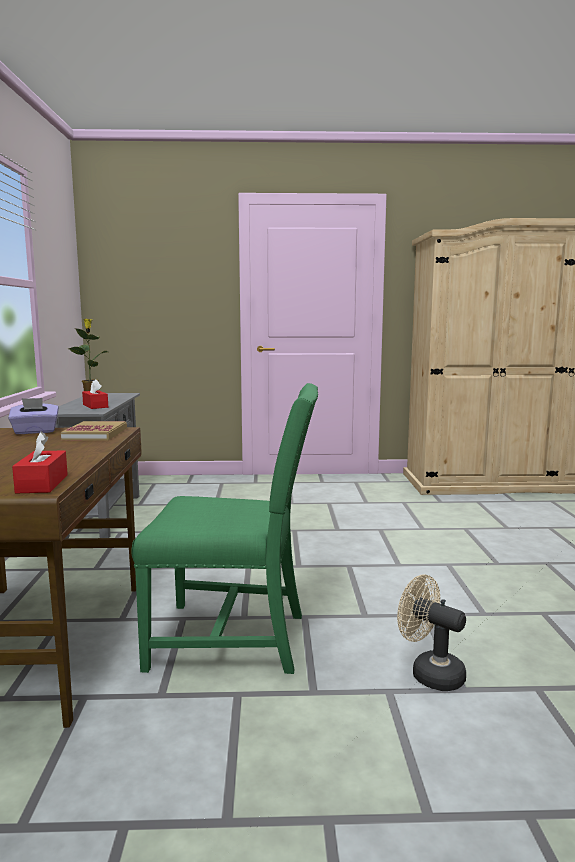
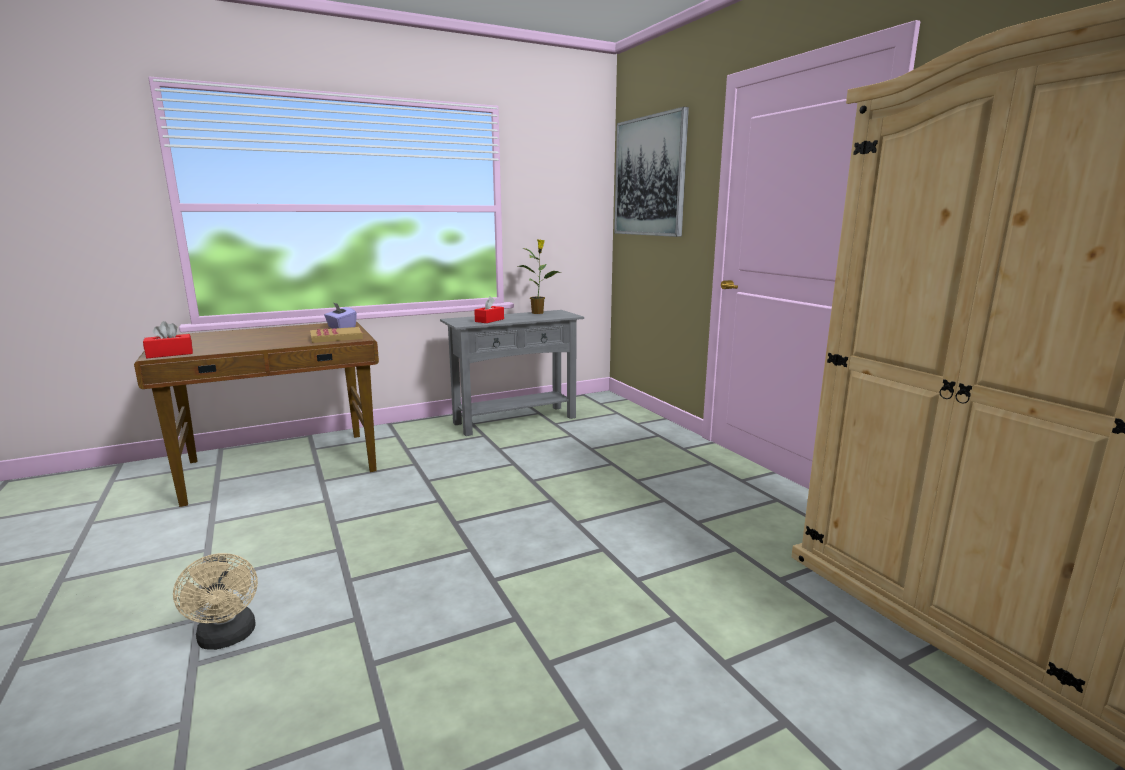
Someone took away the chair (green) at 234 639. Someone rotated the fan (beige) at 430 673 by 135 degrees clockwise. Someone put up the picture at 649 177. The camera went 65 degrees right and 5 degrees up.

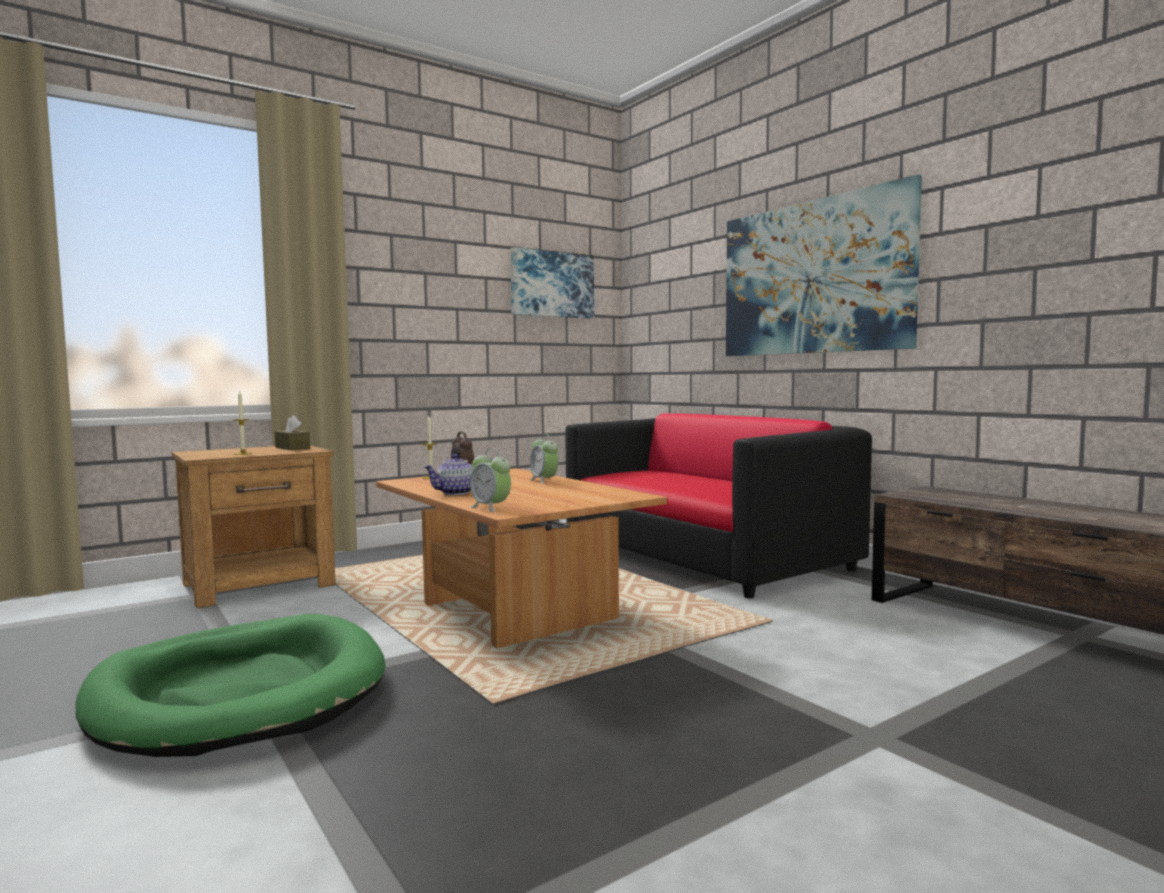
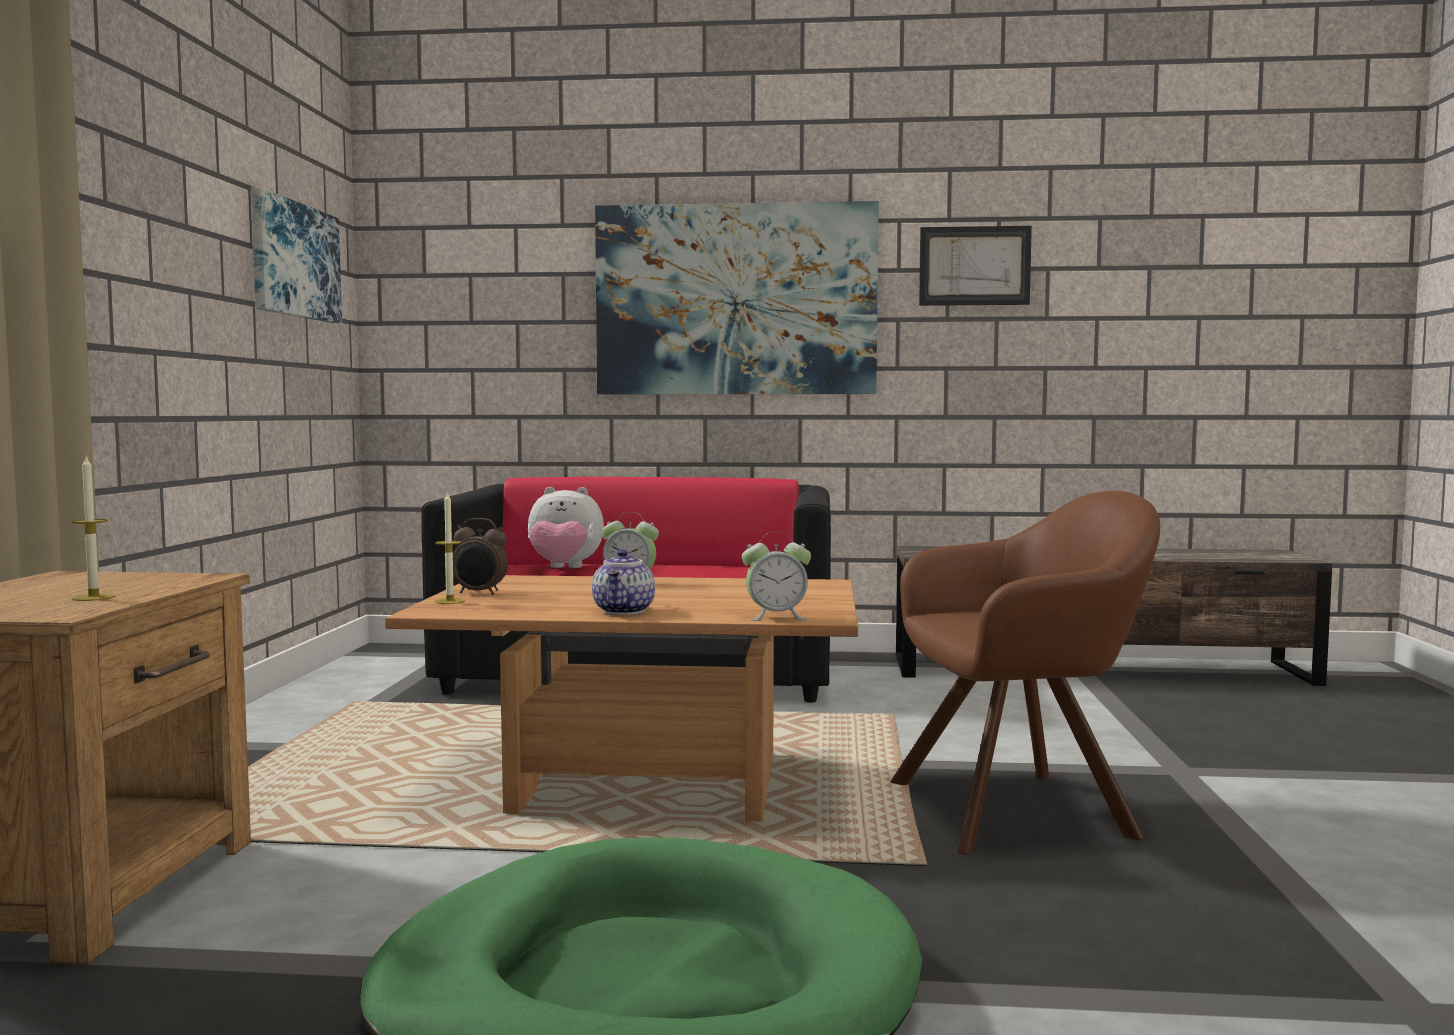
Someone took away the tissue box (brown) at 292 448. Someone put down the plush toy at 564 568. Someone put down the armchair (brown) at 1023 809. Someone put up the picture at 974 266. The camera went 50 degrees left and 0 degrees up.

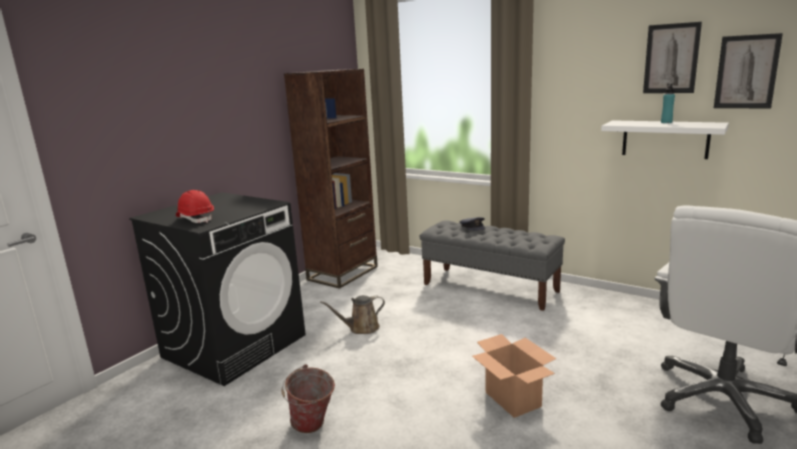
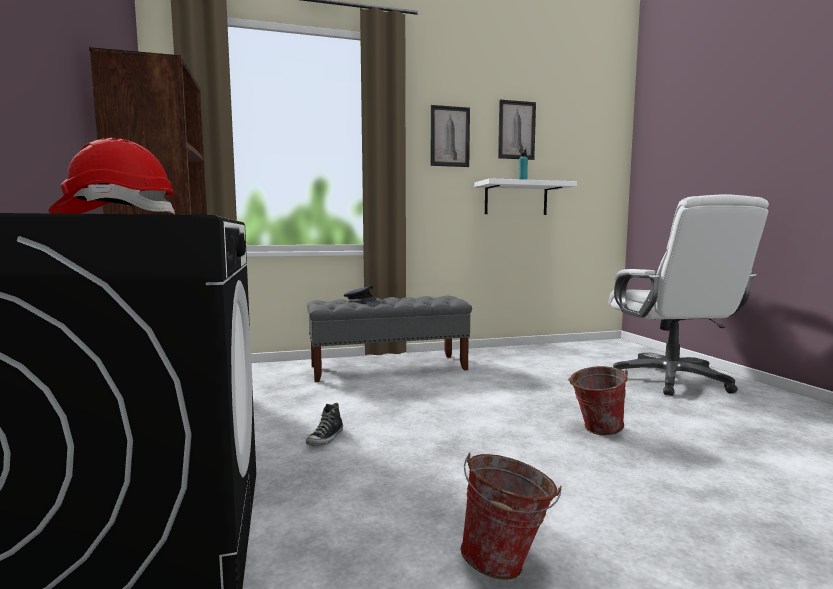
Someone swapped the watering can (brown) at 361 328 for the shoe at 326 439. Someone swapped the cardboard box at 513 399 for the bucket at 595 430. Someone carried the picture from 746 72 to 450 136. The camera went 50 degrees left and 10 degrees down.

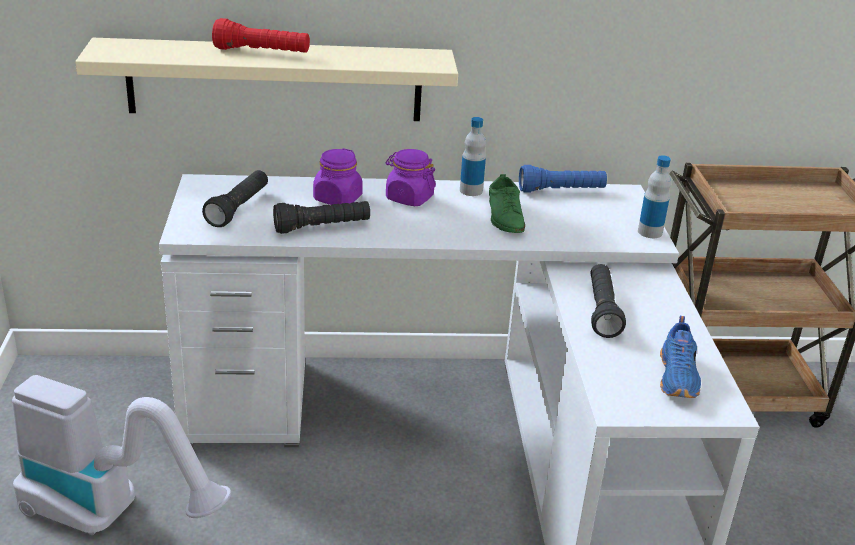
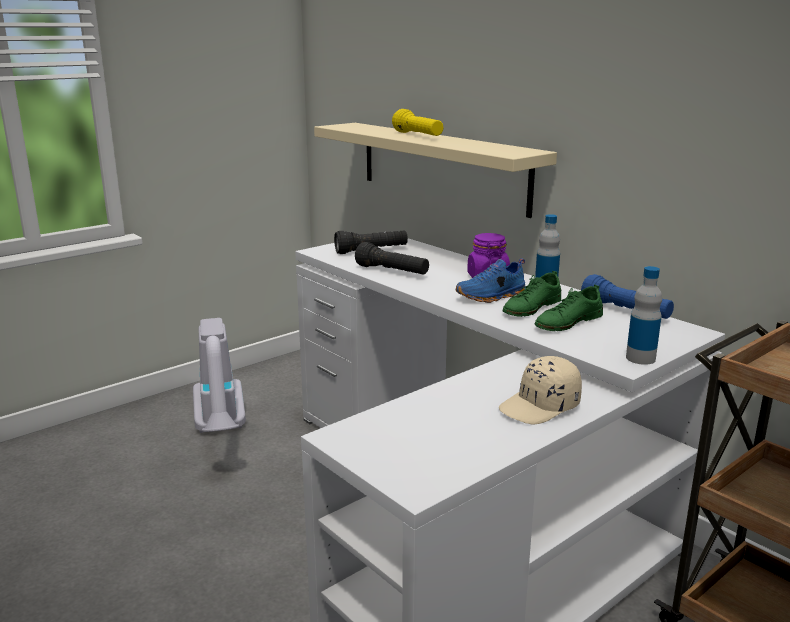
Someone repainted the flashlight (red) at 262 52, which became the flashlight (yellow) at 418 136. Someone took away the jar (purple) at 337 199. Someone took away the flashlight (black) at 602 311. Someone carried the shoe (blue) from 678 377 to 492 296. Someone put down the cap (beige) at 540 407. Someone put down the shoe (green) at 568 322. The camera went 55 degrees right and 10 degrees down.

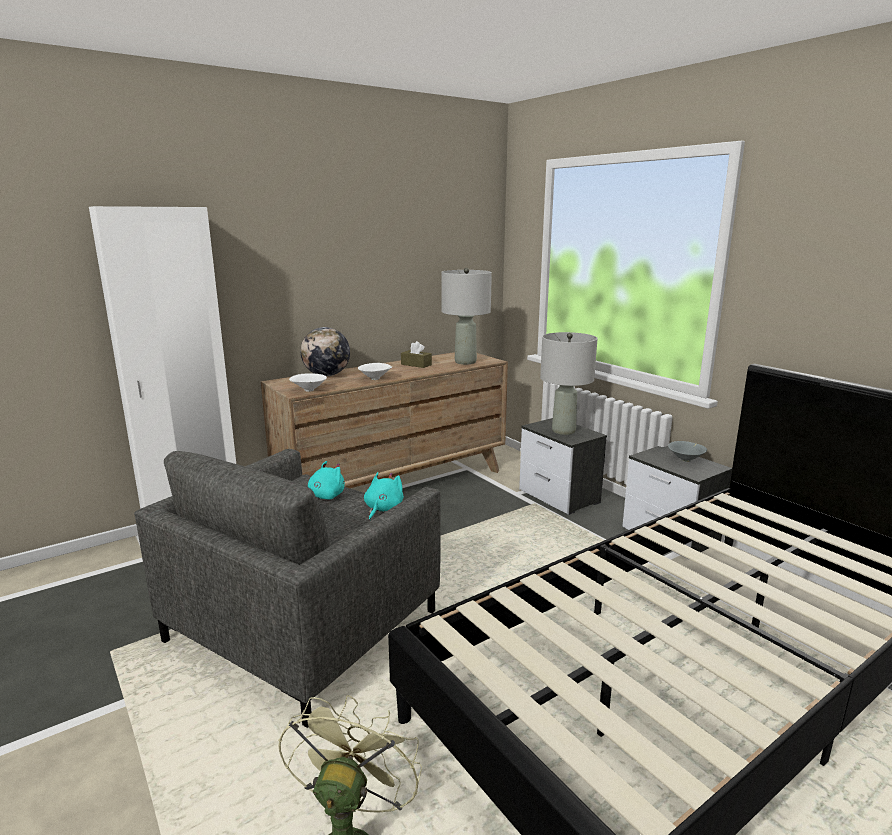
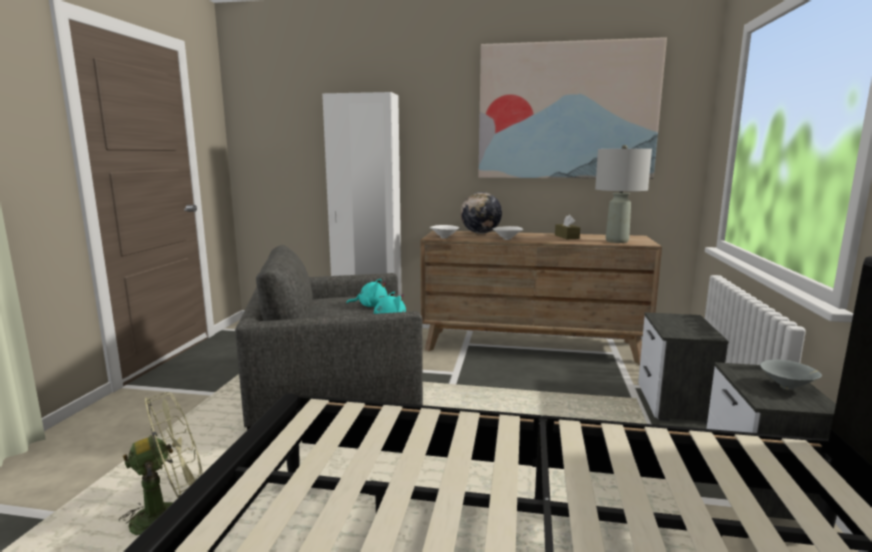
Someone took away the table lamp (grey) at 563 431. Someone put up the picture at 566 112. The camera went 45 degrees right and 5 degrees down.

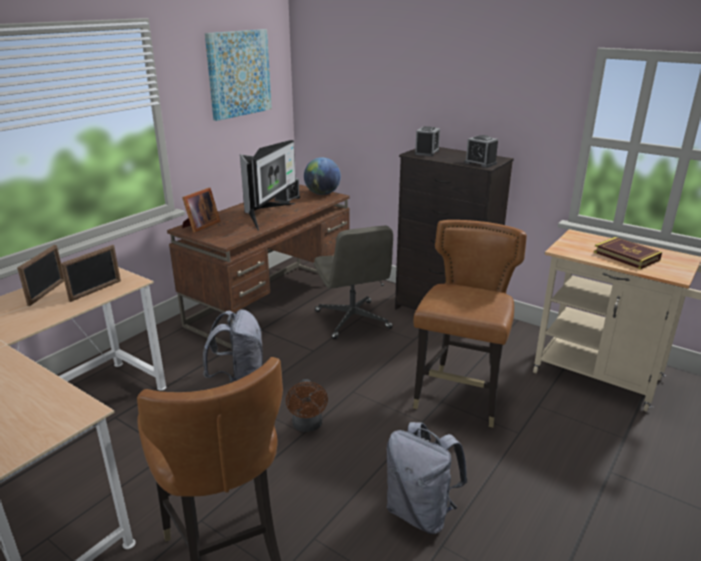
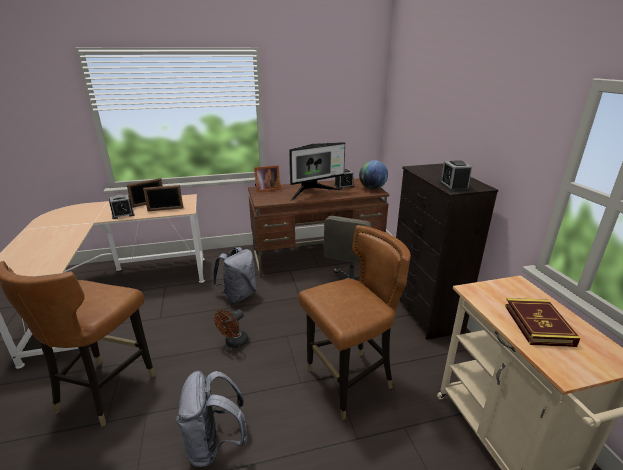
Someone took away the picture at 238 73. Someone carried the alarm clock from 427 152 to 123 215. The camera went 40 degrees right and 0 degrees up.

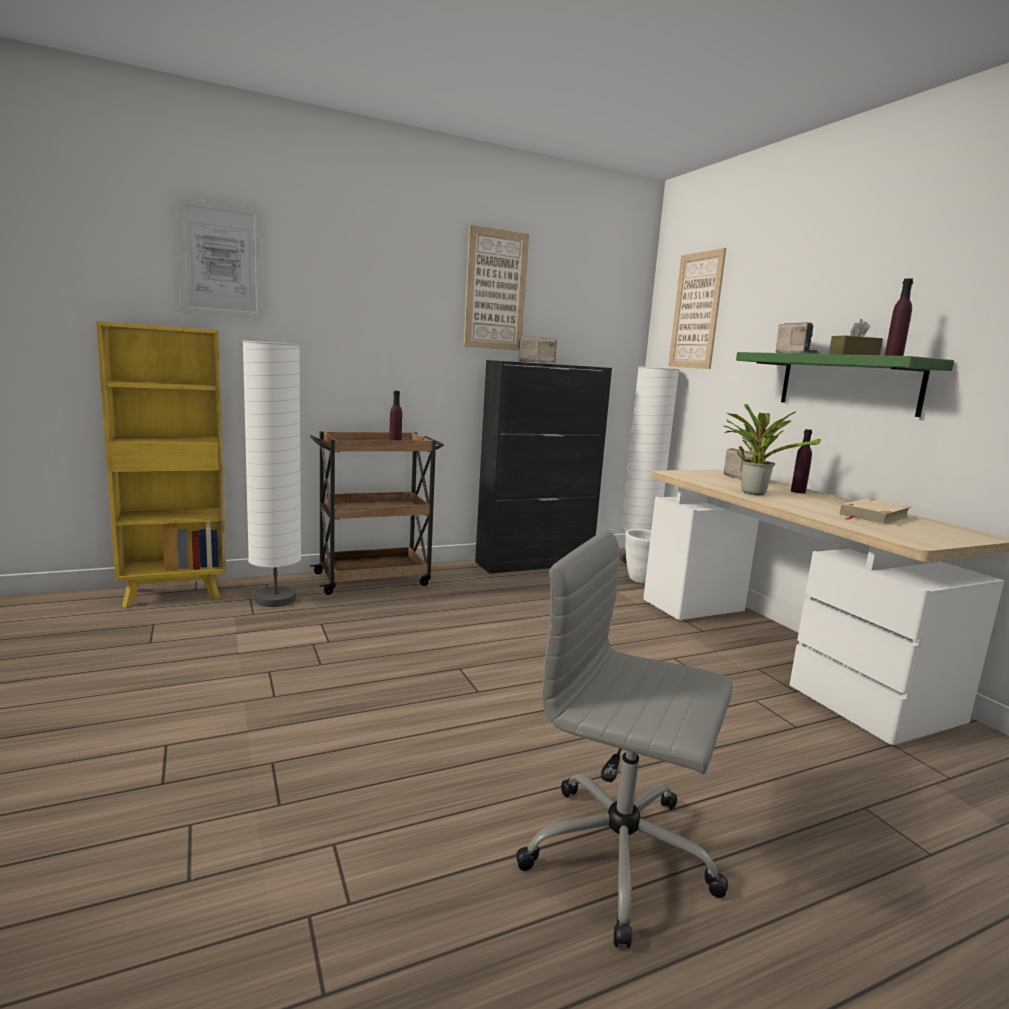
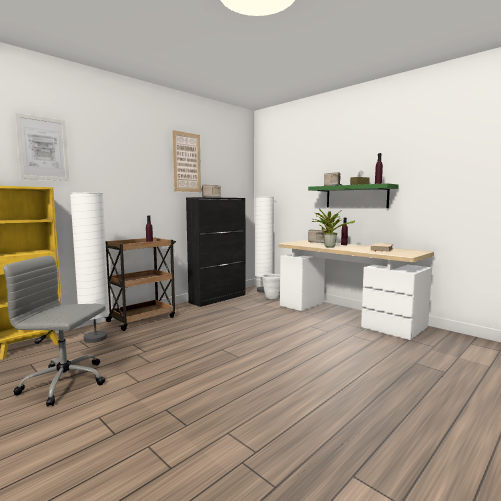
Someone carried the office chair (grey) from 622 857 to 66 382. Someone took away the picture at 696 311. The camera went 20 degrees left and 5 degrees down.

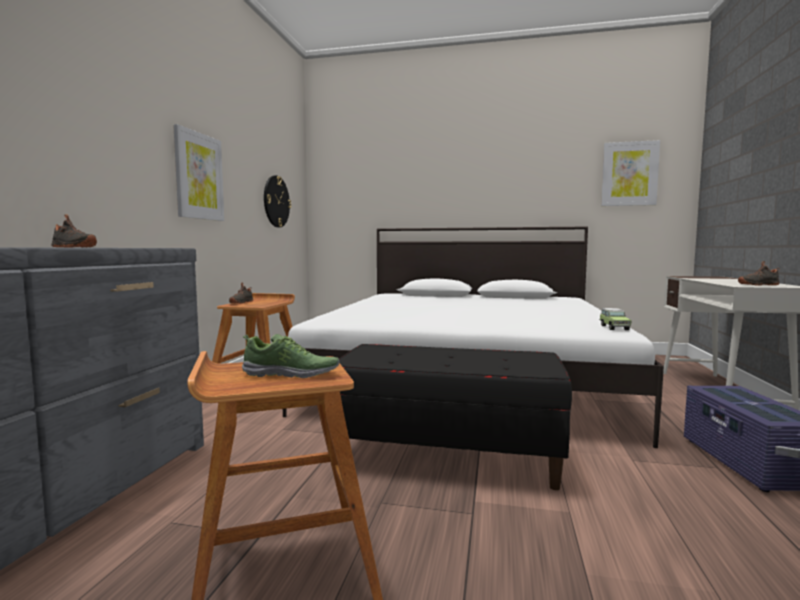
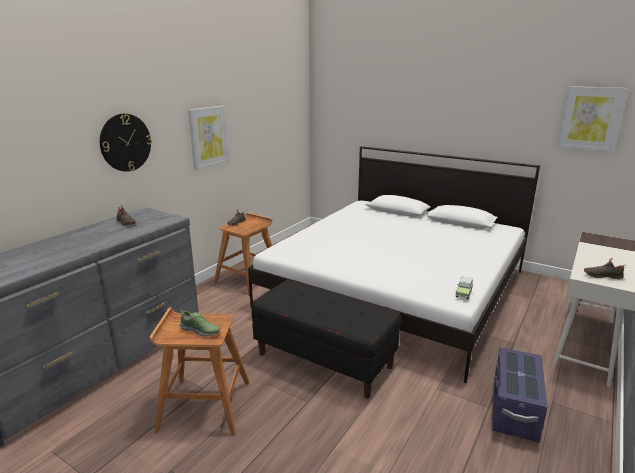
Someone carried the wall clock from 276 201 to 125 142. The camera went 20 degrees right and 15 degrees up.

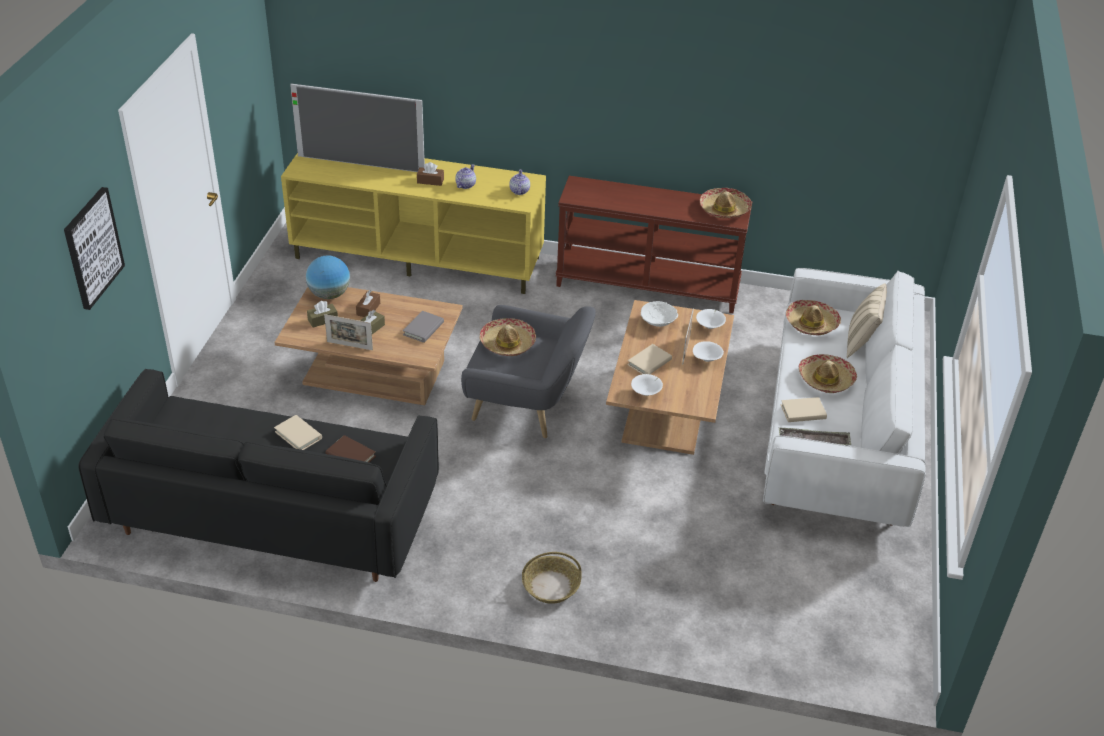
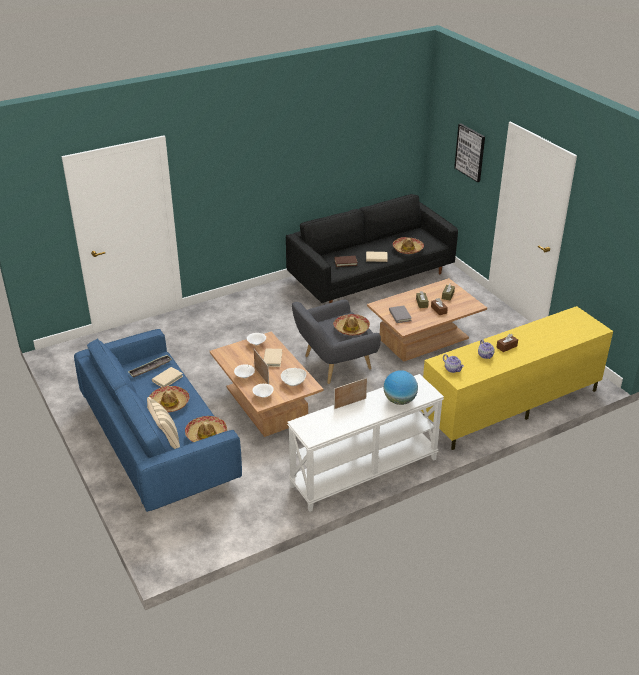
Someone took away the television at 360 164. Someone carried the globe from 329 294 to 399 400. Someone carried the picture frame from 349 346 to 350 403. Someone took away the basket at 551 586. Someone repainted the console table (brown) at 648 285, which became the console table (white) at 364 473. Someone carried the hat from 724 209 to 408 249. Someone repainted the sofa (white) at 837 431, which became the sofa (blue) at 159 443. The camera went 140 degrees right and 5 degrees down.

